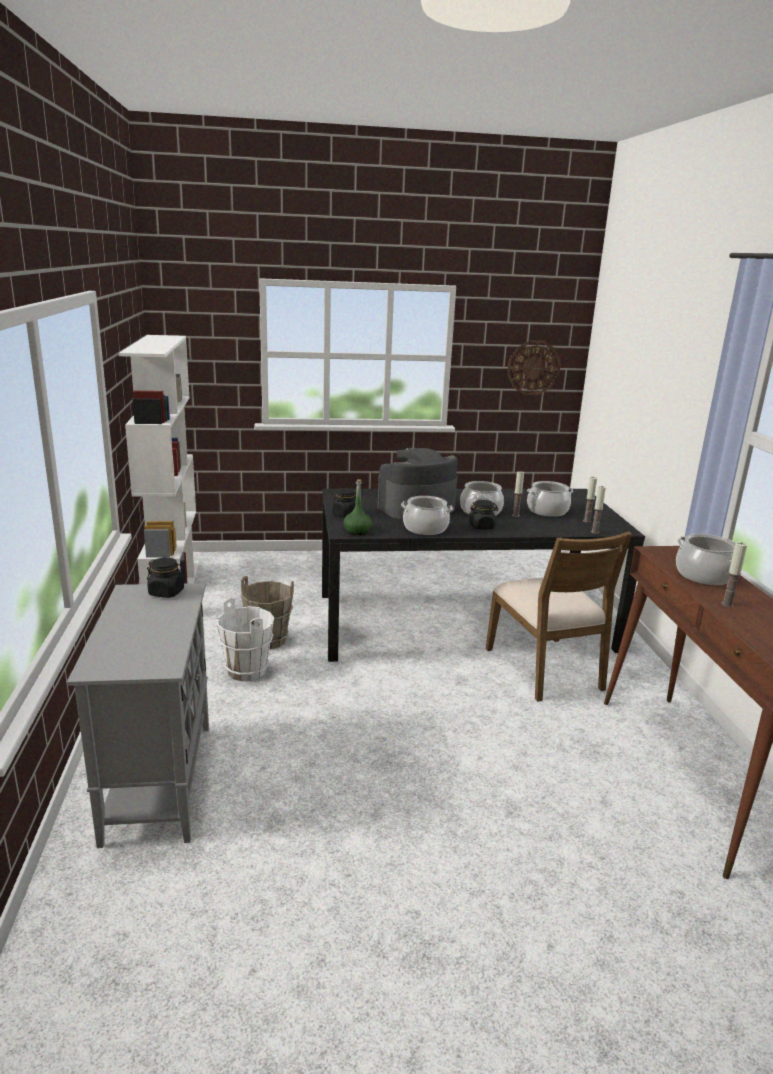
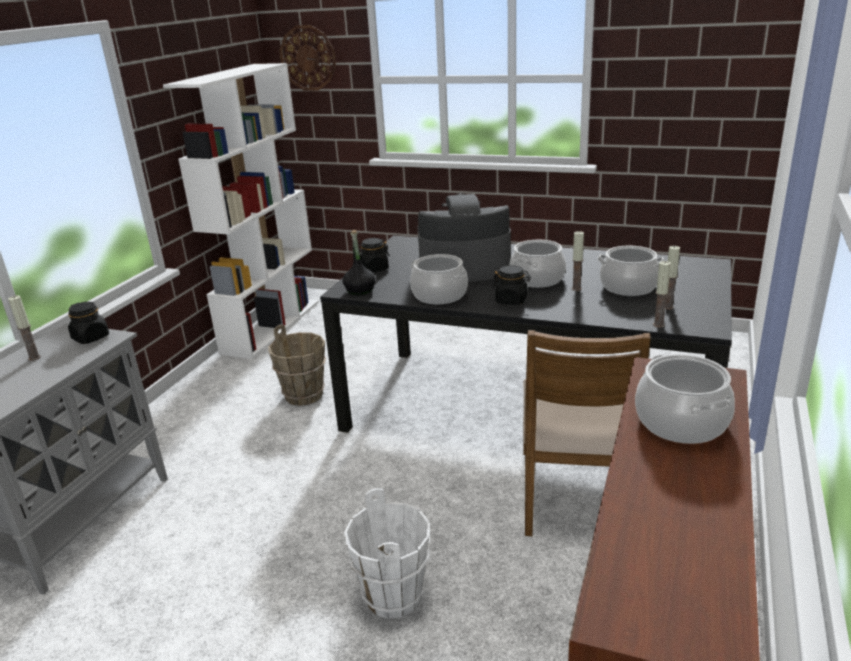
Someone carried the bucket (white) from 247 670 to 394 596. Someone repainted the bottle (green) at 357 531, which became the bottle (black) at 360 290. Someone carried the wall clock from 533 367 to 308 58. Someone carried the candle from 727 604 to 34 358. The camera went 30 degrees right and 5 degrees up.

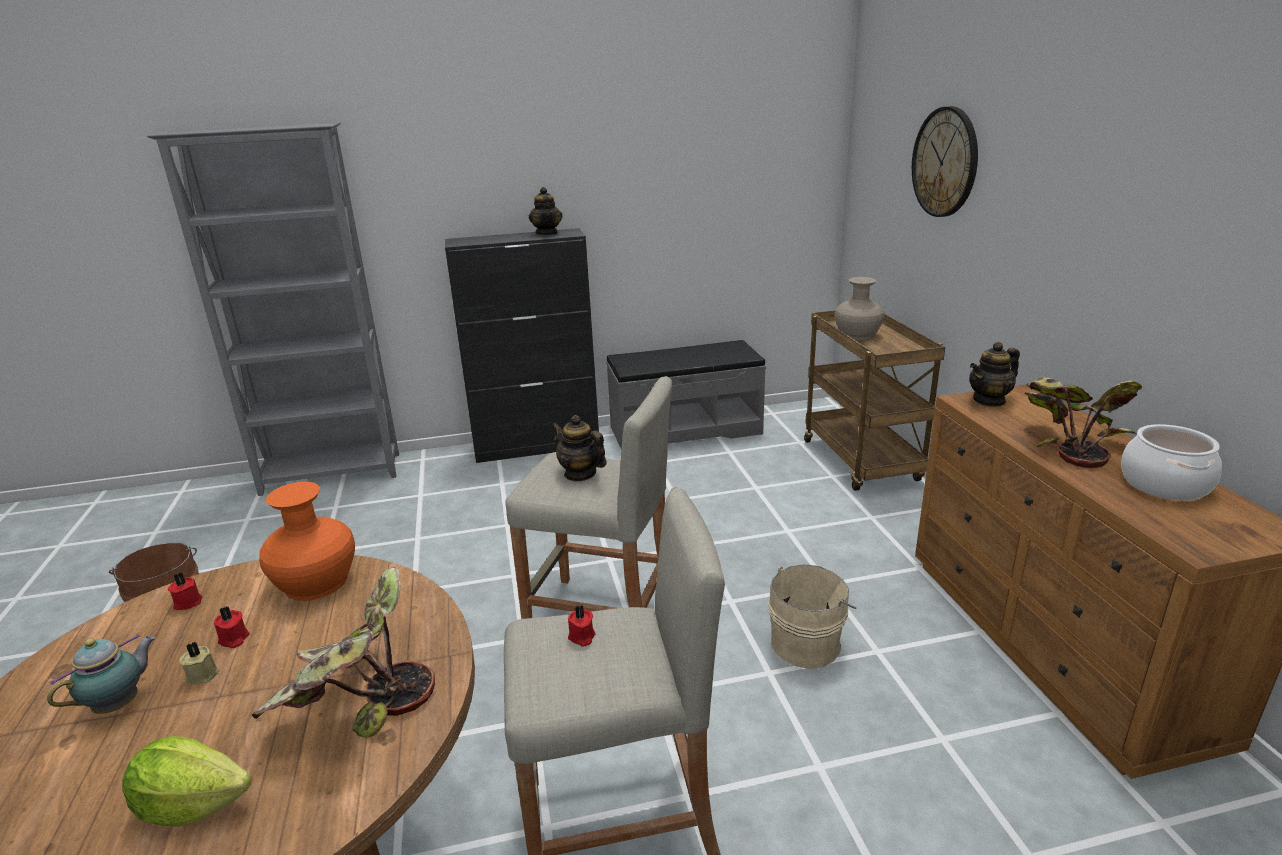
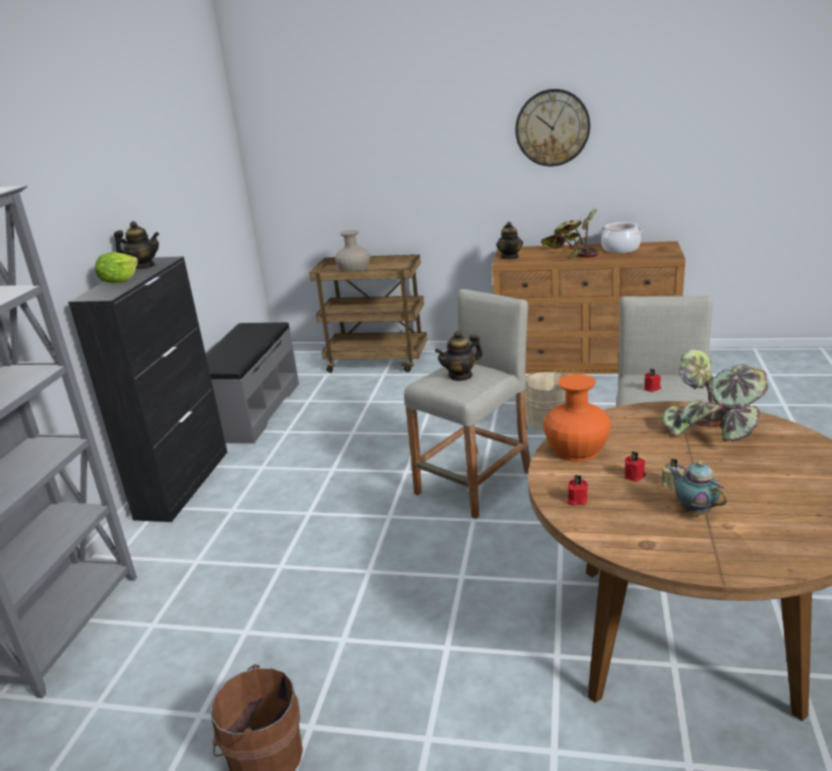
Someone carried the lettuce from 193 805 to 119 281. Someone carried the wall clock from 945 162 to 552 128. The camera went 65 degrees left and 0 degrees up.

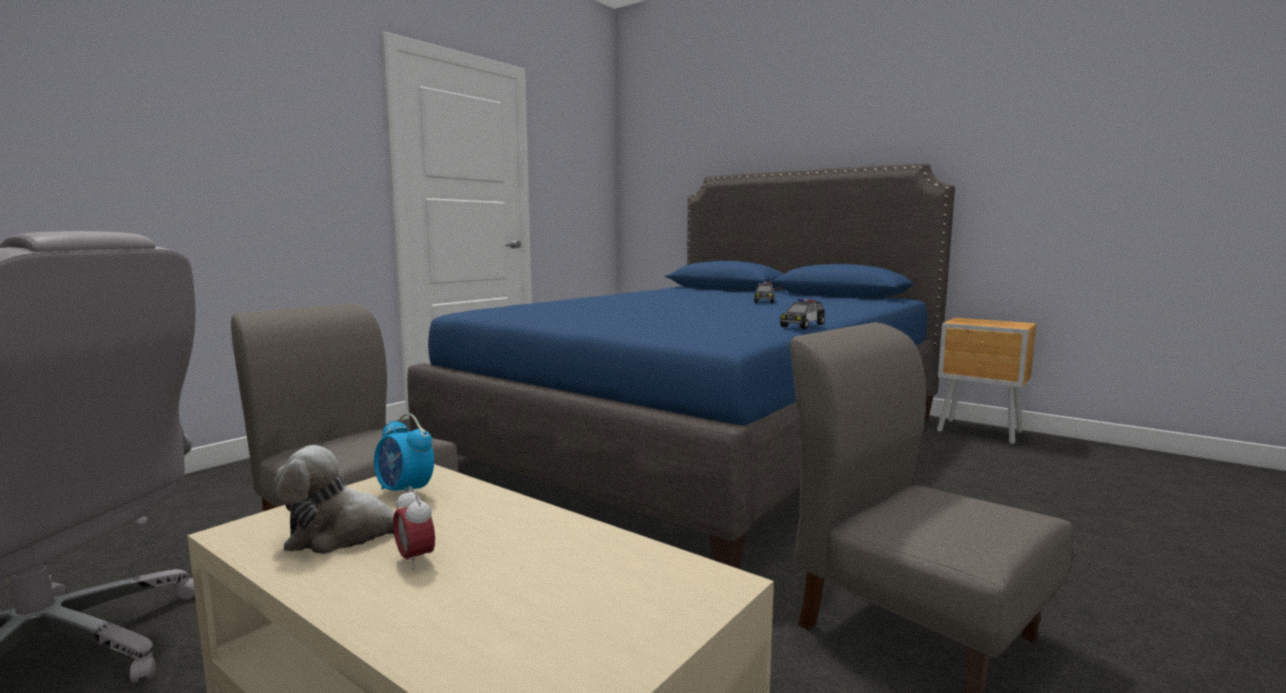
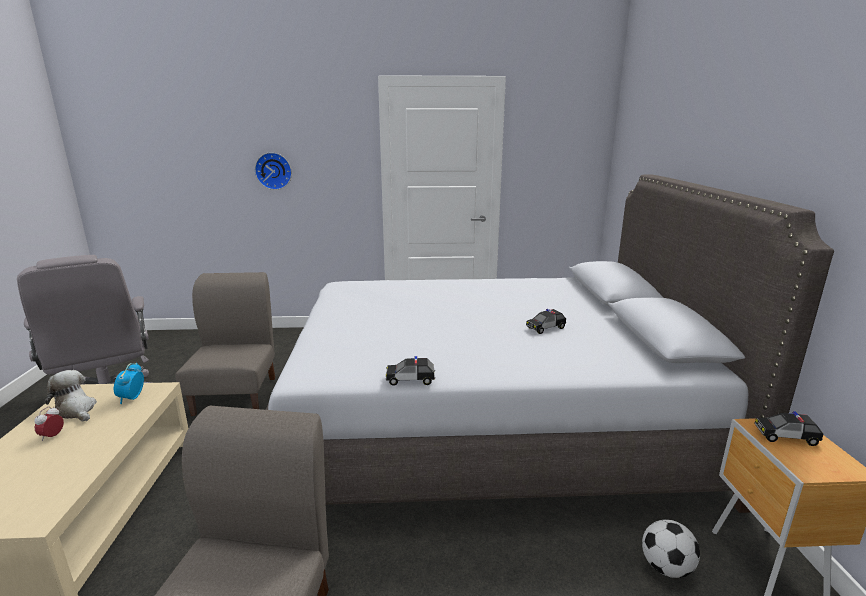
Someone repainted the bed (blue) at 705 440, which became the bed (grey) at 489 422. Someone put up the wall clock at 274 171. Someone put down the football at 666 567. Someone put down the toy car at 786 436. The camera went 50 degrees right and 10 degrees up.

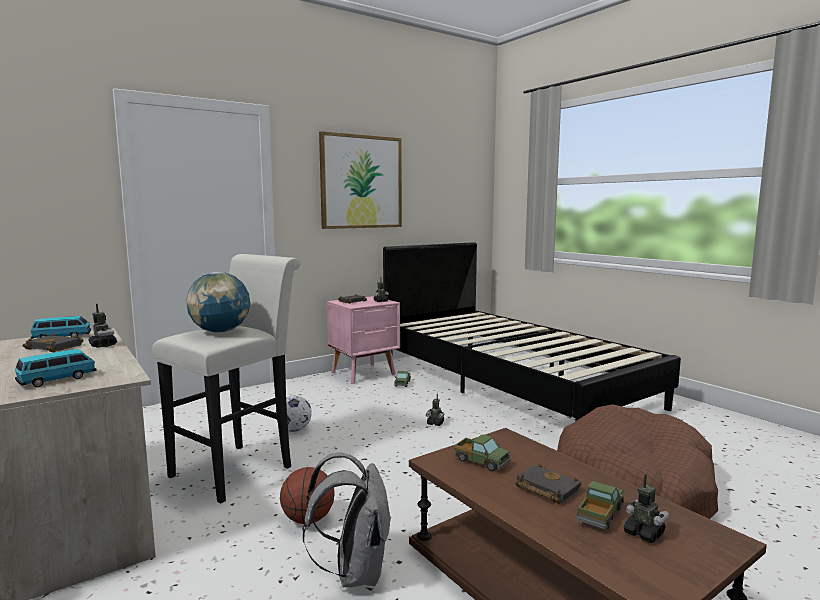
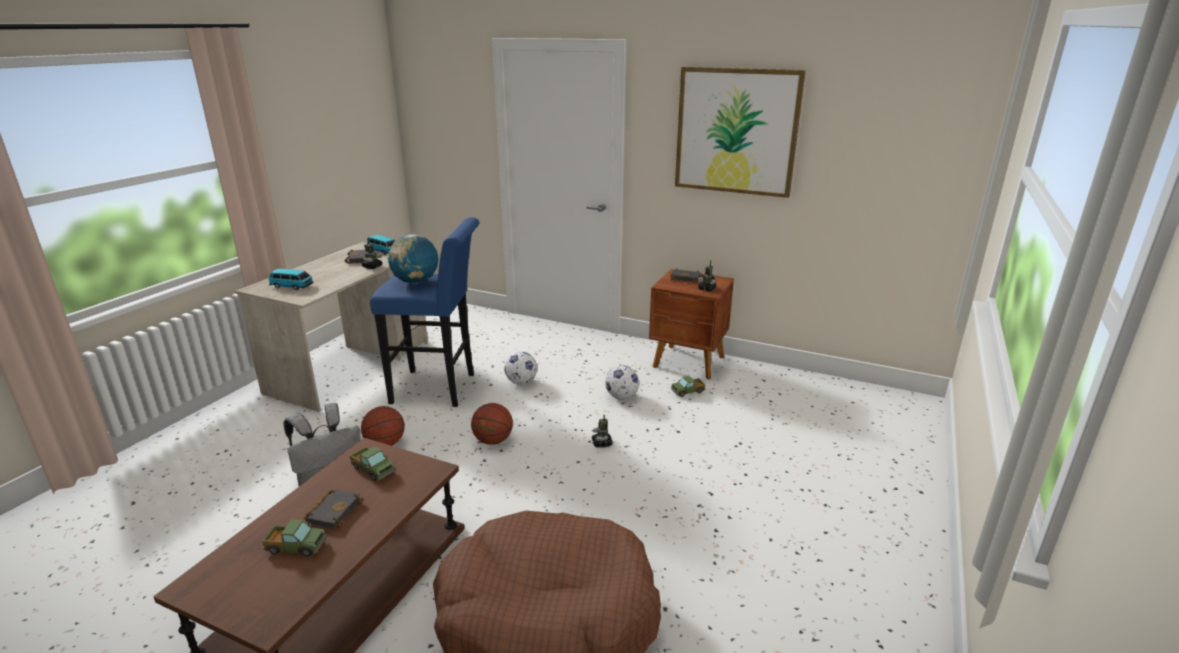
Someone repainted the stool (white) at 238 468, which became the stool (blue) at 440 389. Someone repainted the nightstand (pink) at 364 374, which became the nightstand (brown) at 689 363. Someone took away the bed (black) at 510 383. Someone rotated the toy truck at 481 462 by 60 degrees counterclockwise. Someone took away the toy robot at 644 533. Someone put down the basketball at 493 441. Someone put down the football at 621 397. The camera went 60 degrees right and 15 degrees up.

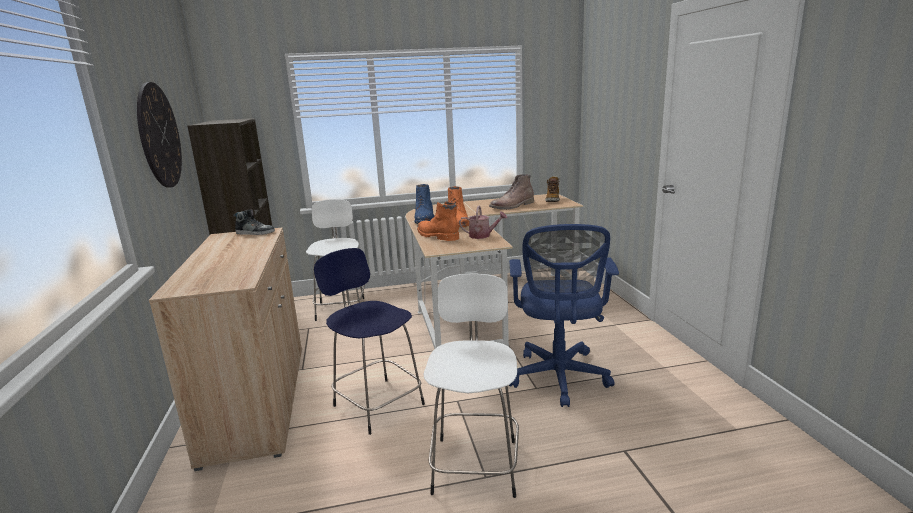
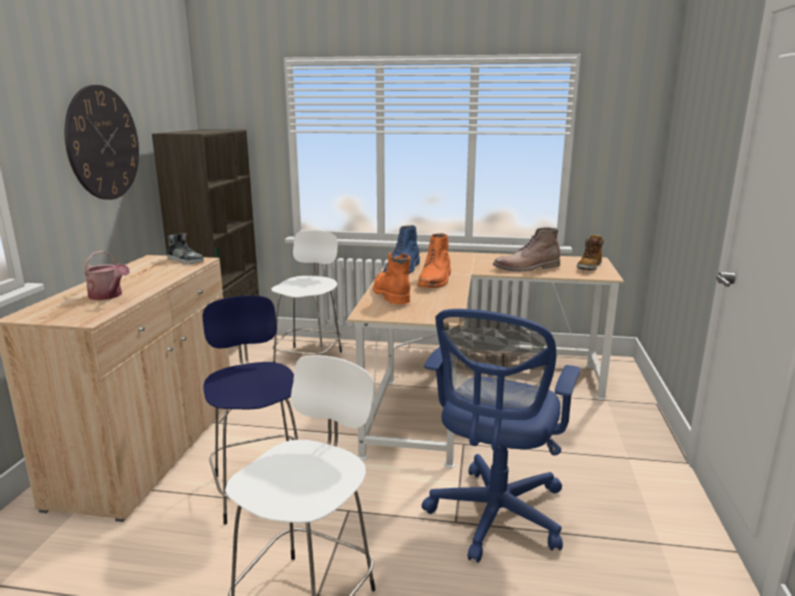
Someone carried the watering can from 483 236 to 108 296. The camera went 20 degrees right and 0 degrees up.

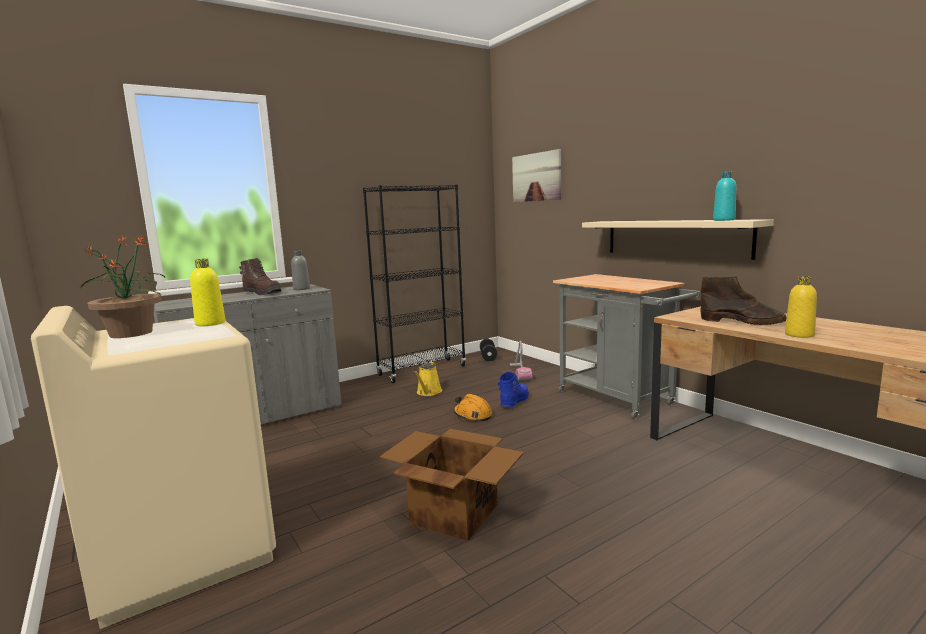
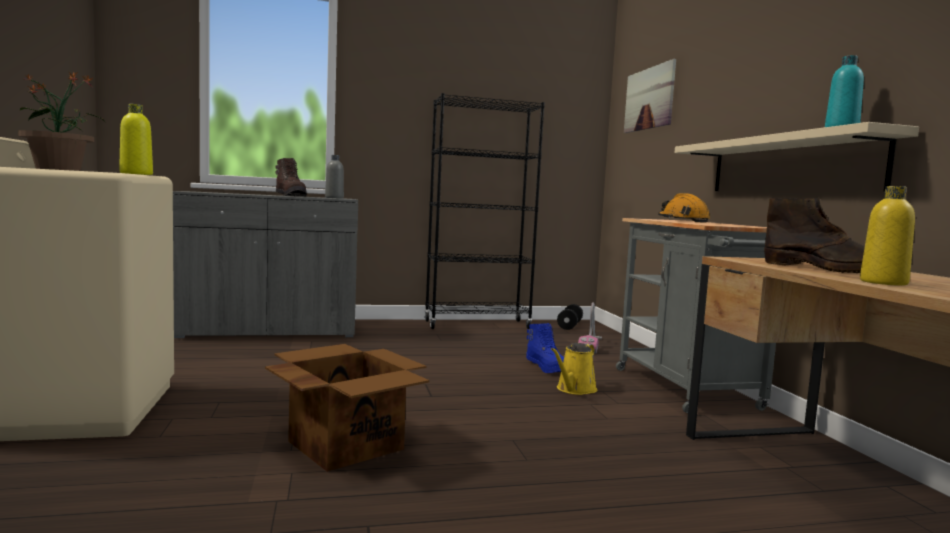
Someone carried the watering can (yellow) from 428 392 to 574 389. Someone carried the hard hat (orange) from 472 415 to 682 220. Someone rotated the boot (blue) at 513 401 by 105 degrees clockwise. The camera went 20 degrees right and 5 degrees down.

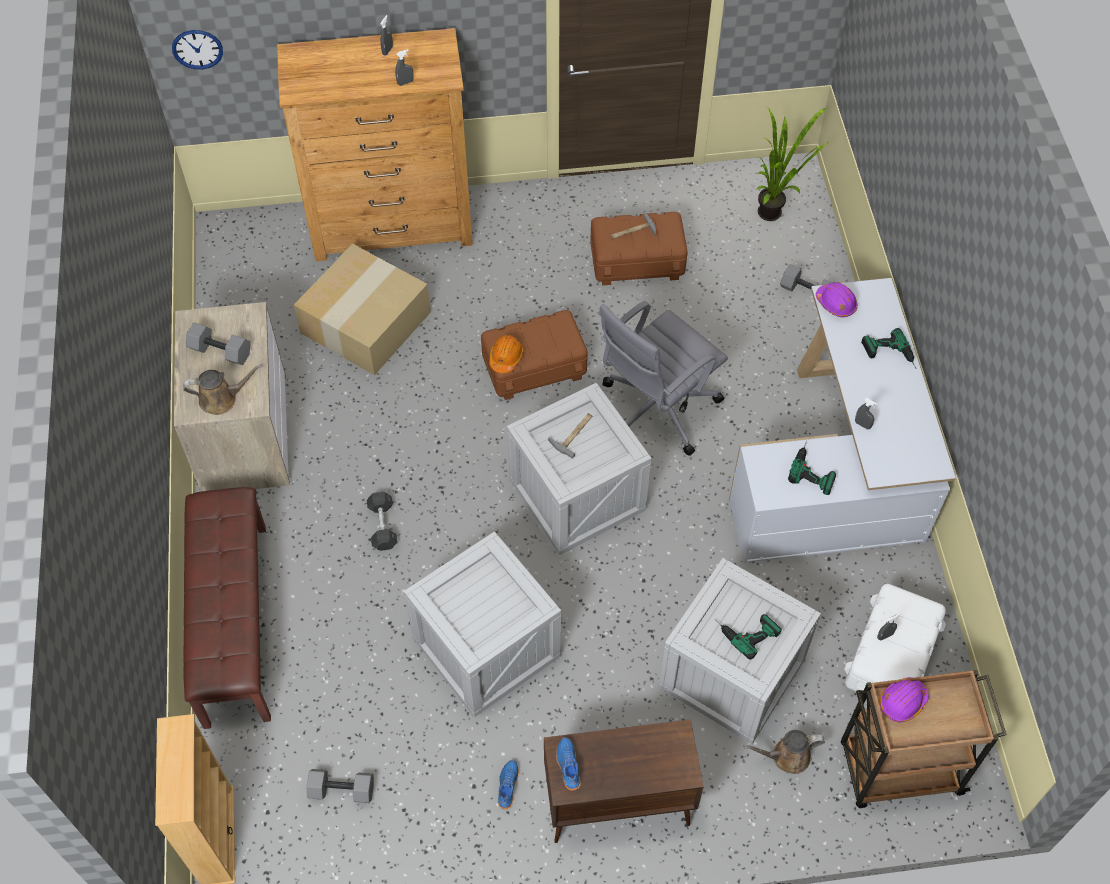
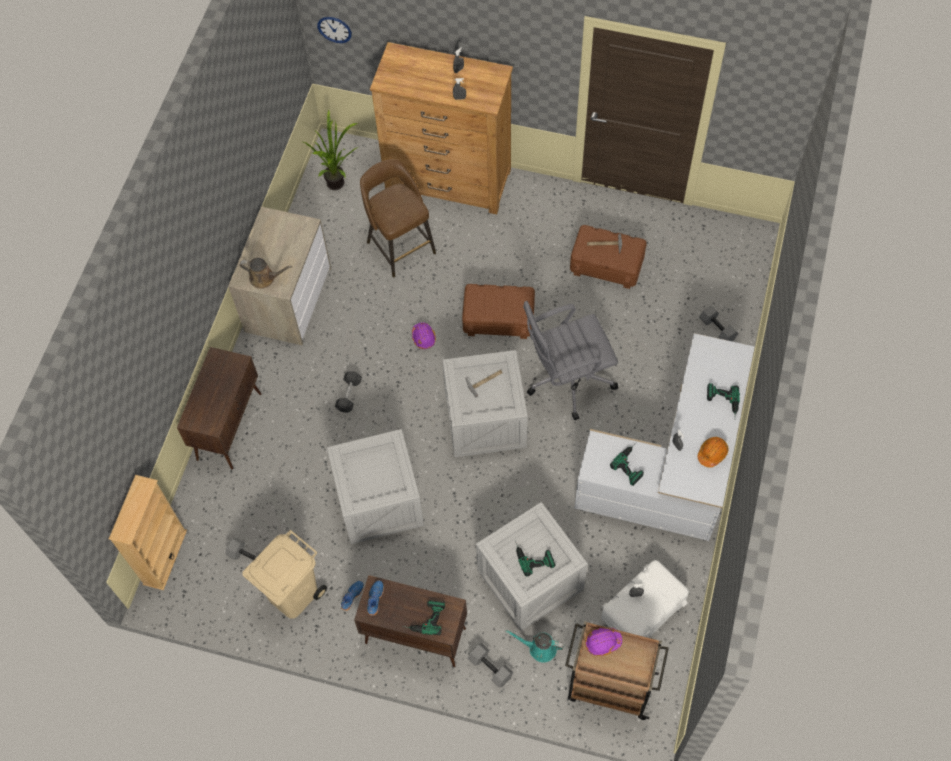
Someone swapped the bench (brown) at 234 623 for the cabinet (brown) at 229 426. Someone carried the dumbbell (grey) from 221 351 to 491 667. Someone swapped the cardboard box at 365 320 for the stool (brown) at 400 246. Someone carried the hard hat (orange) from 506 357 to 712 453. Someone repainted the watering can (brown) at 787 756, which became the watering can (turquoise) at 539 648. Someone carried the potted plant from 775 213 to 339 185. Someone carried the hard hat (purple) from 836 303 to 423 337. Someone put down the trash can (beige) at 292 593. Someone put down the power drill at 423 618. The camera went 25 degrees right and 5 degrees up.

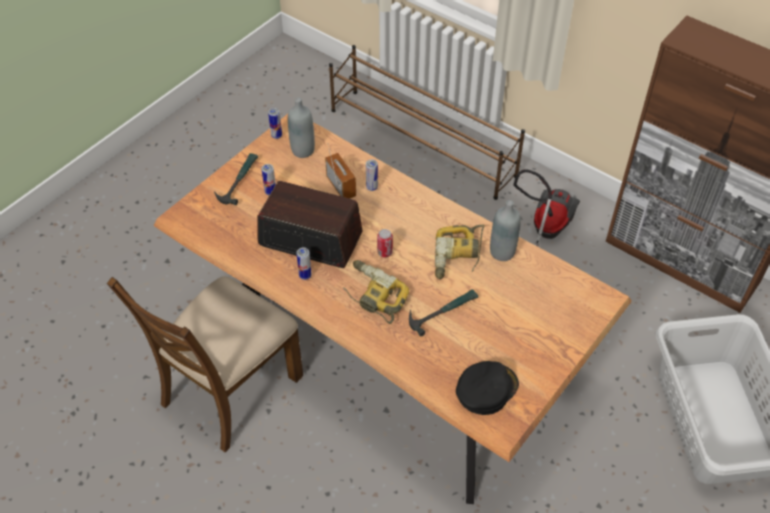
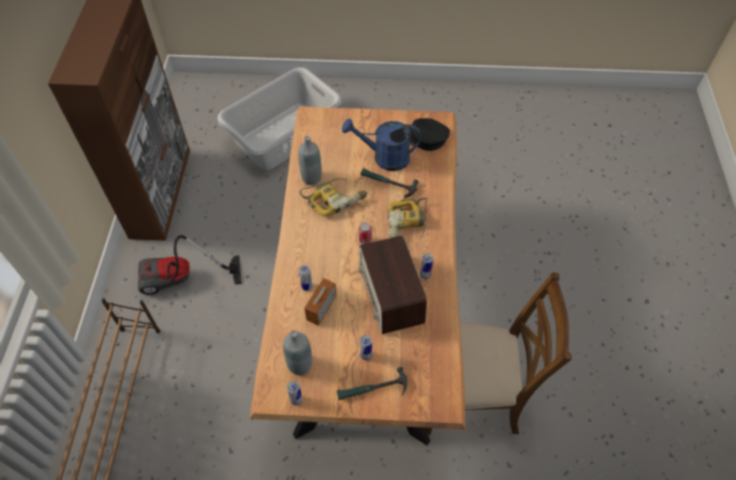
Someone put down the watering can (blue) at 384 158. The camera went 125 degrees left and 5 degrees up.

